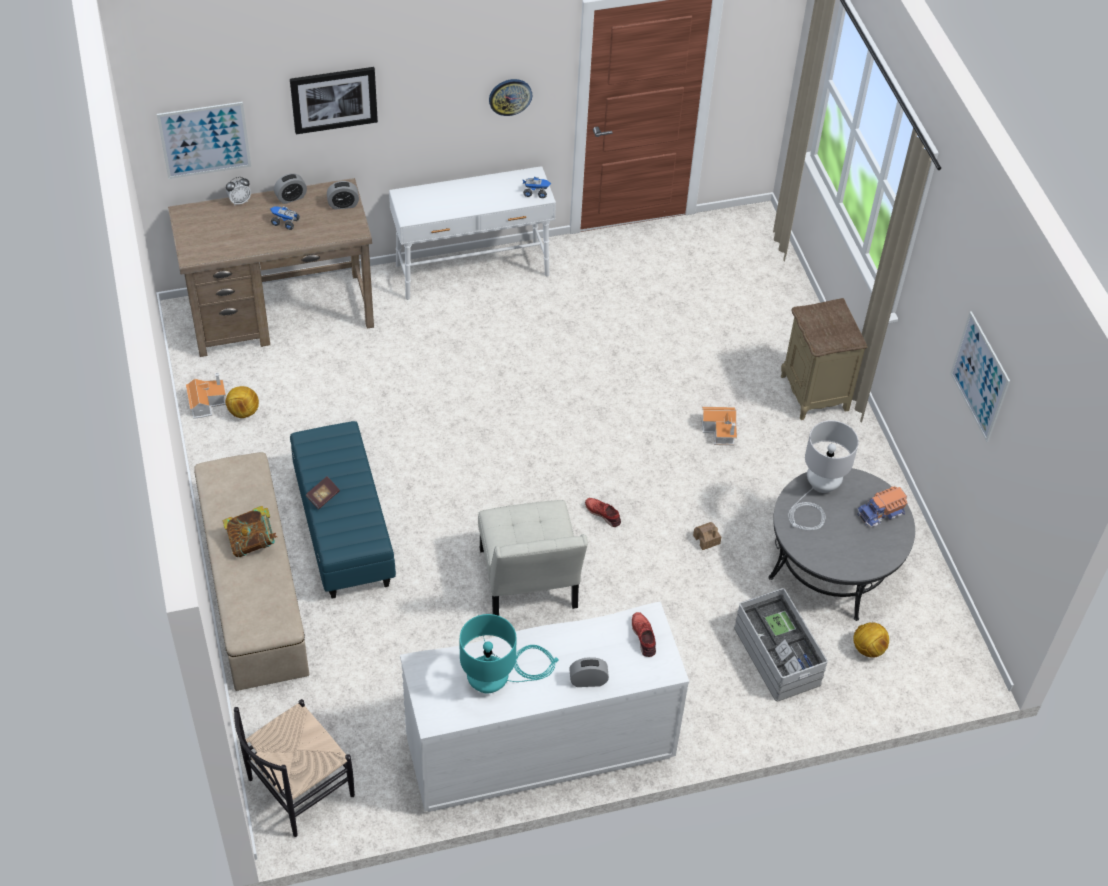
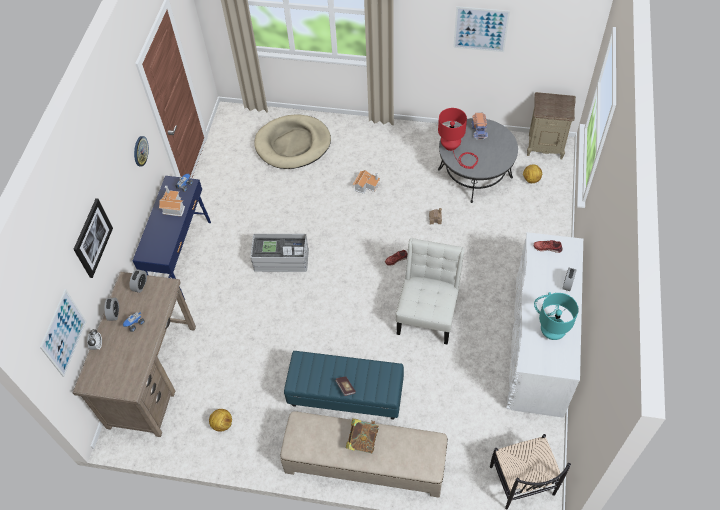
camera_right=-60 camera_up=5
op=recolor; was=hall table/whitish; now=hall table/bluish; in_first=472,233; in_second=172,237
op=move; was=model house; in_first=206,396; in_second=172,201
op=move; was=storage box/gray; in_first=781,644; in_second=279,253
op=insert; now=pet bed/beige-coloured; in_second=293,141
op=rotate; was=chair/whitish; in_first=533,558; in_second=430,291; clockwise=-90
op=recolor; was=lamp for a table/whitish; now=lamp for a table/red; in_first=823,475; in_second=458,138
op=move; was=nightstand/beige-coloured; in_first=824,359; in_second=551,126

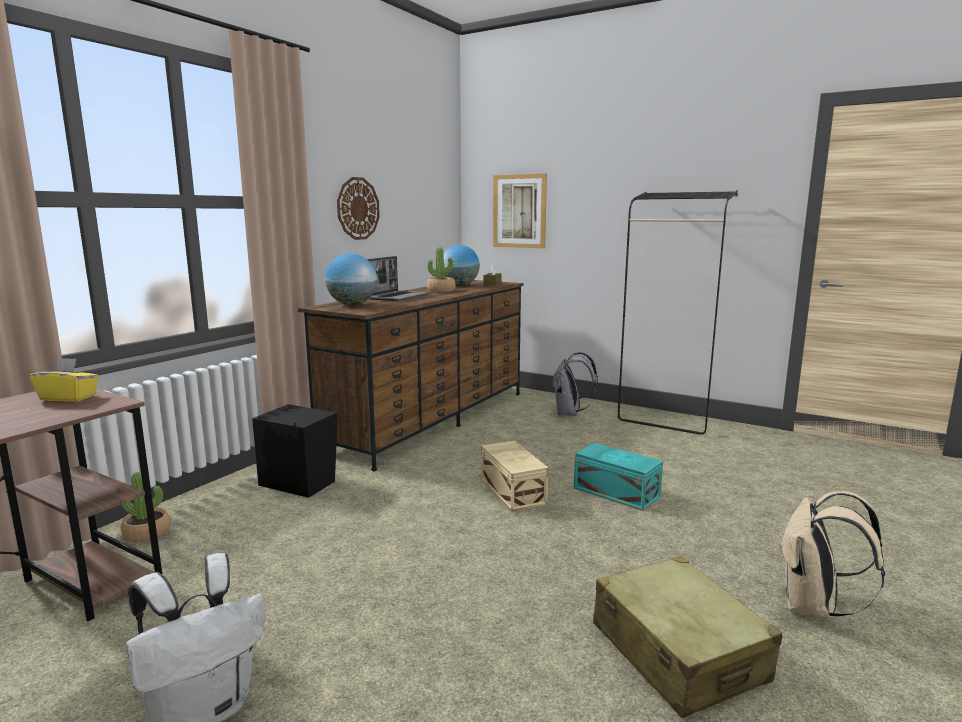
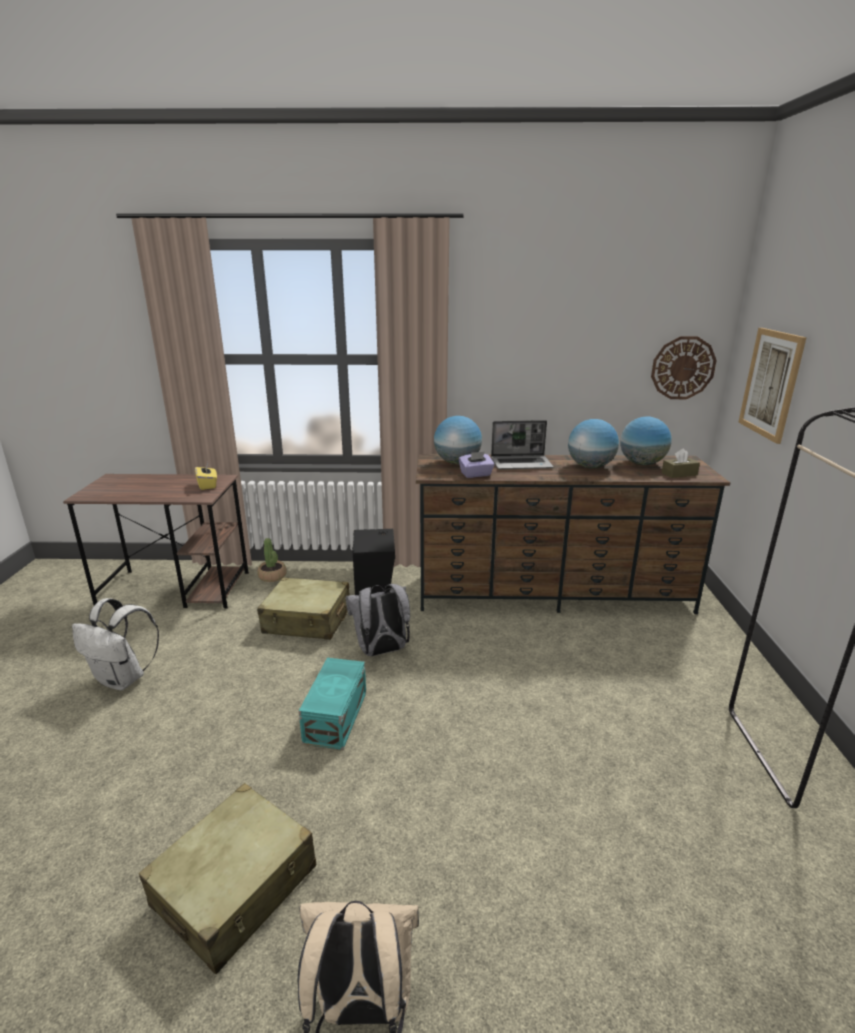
camera_right=60 camera_up=10
op=insert; now=suitcase/beige-coloured; in_second=303,608
op=move; was=storage box/turquoise-coloured; in_first=618,477; in_second=332,704
op=move; was=backpack/gray; in_first=575,384; in_second=377,620
op=insert; now=box of tissues/purple-coloured; in_second=476,465
op=replace; was=houseplant; now=desk globe; in_first=441,269; in_second=593,443
op=move; was=clock on the wall; in_first=358,208; in_second=684,367
op=delete; was=storage box/beige-coloured; in_first=514,476

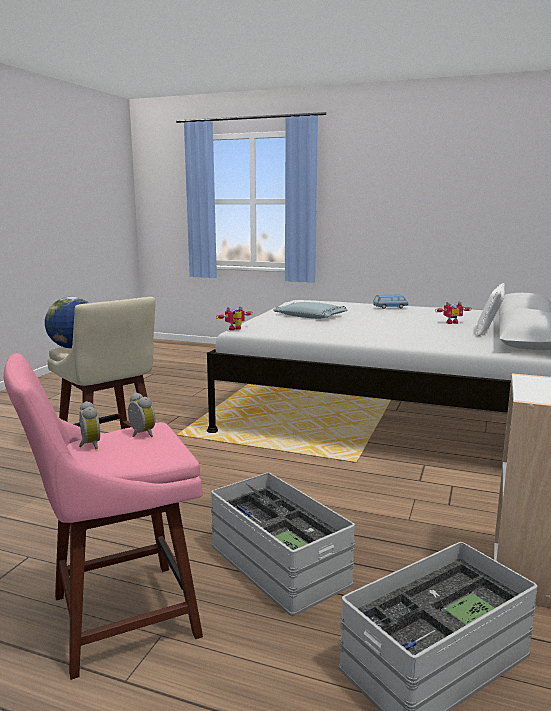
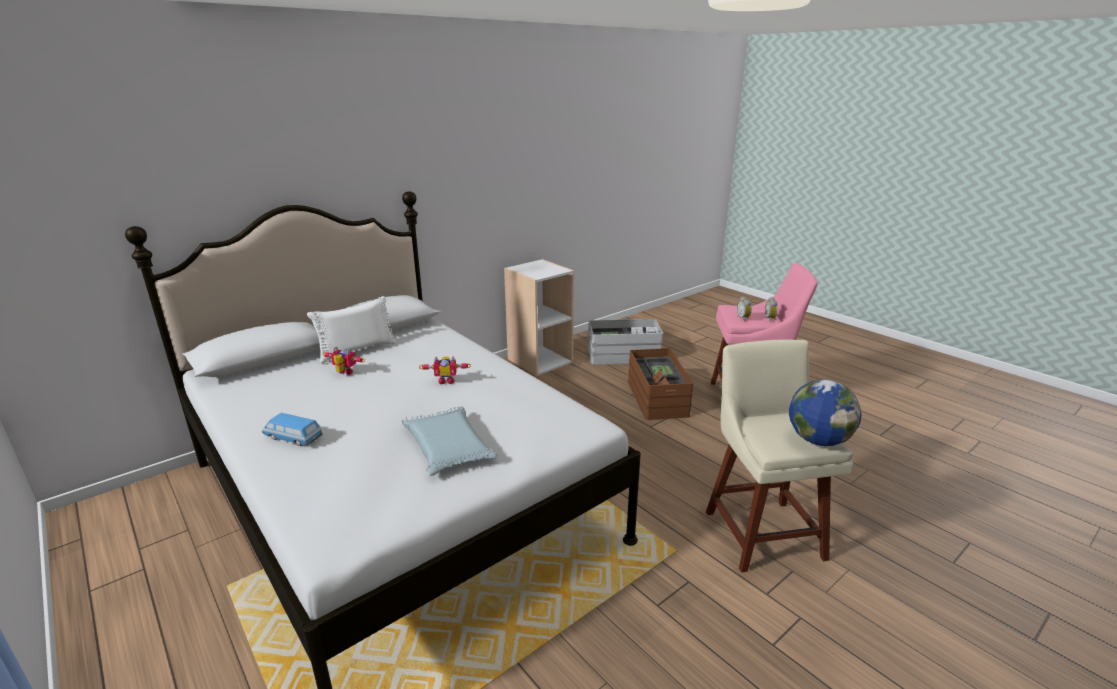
camera_right=-150 camera_up=10
op=move; was=robot figure; in_first=234,318; in_second=445,370
op=recolor; was=storage box/gray; now=storage box/brown; in_first=283,544; in_second=660,384

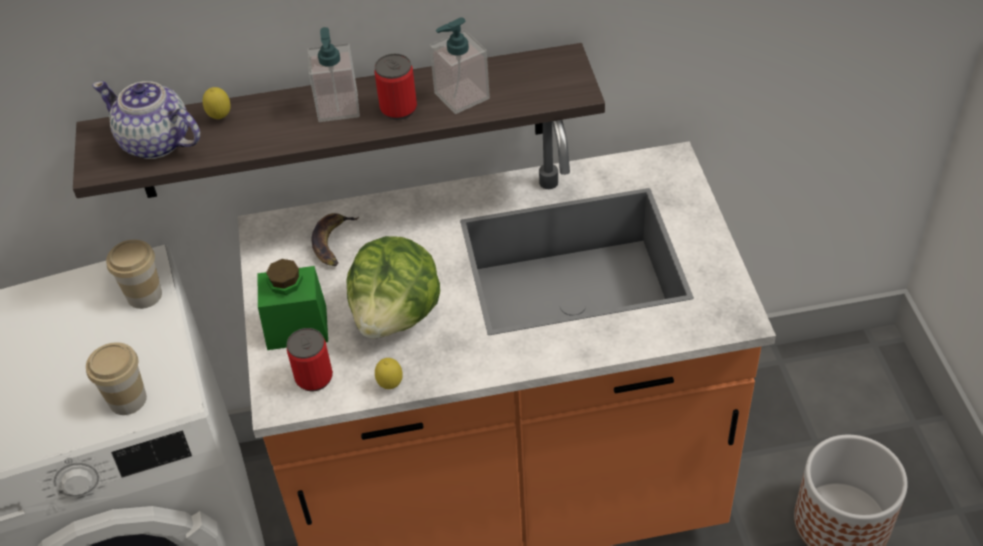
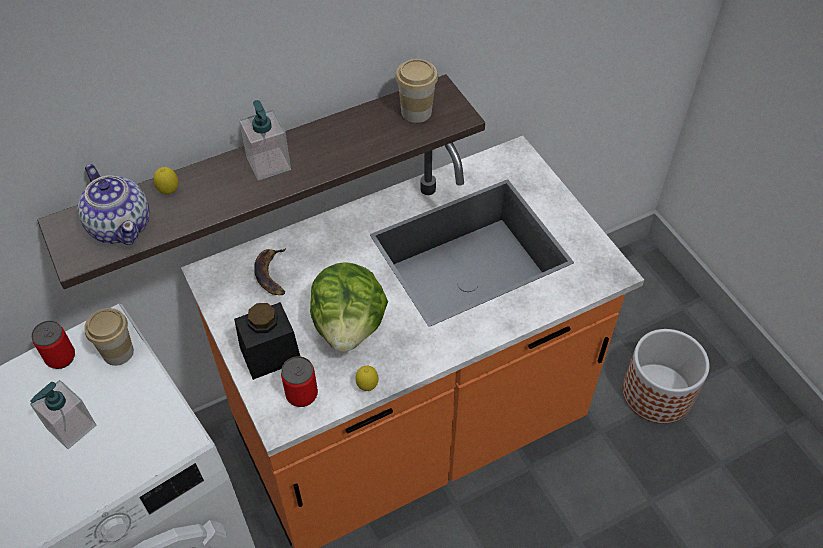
camera_right=-20 camera_up=5
op=move; was=soap bottle; in_first=459,65; in_second=63,414
op=move; was=can; in_first=395,87; in_second=53,345
op=rotate; was=teapot; in_first=146,120; in_second=113,204; clockwise=-135
op=recolor; was=preserve jar/green-coloured; now=preserve jar/black; in_first=292,304; in_second=267,341
op=move; was=small cup; in_first=116,378; in_second=417,91

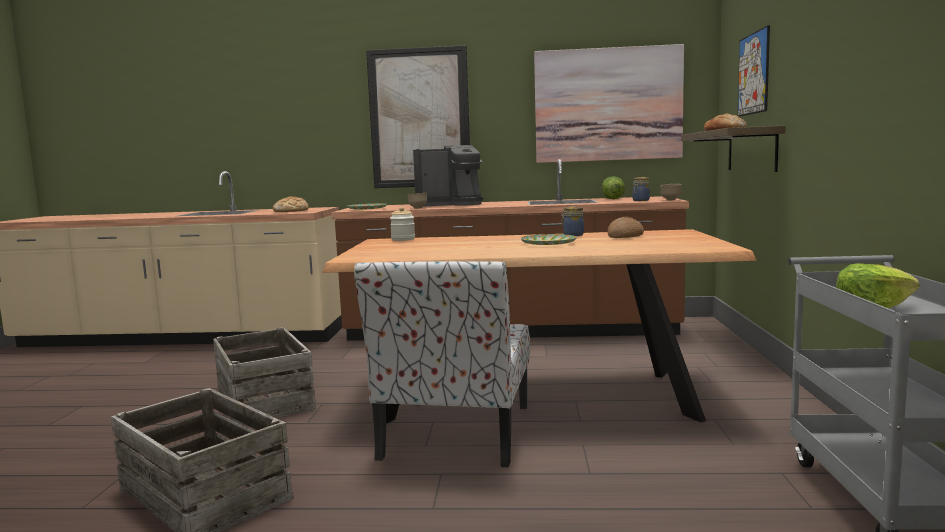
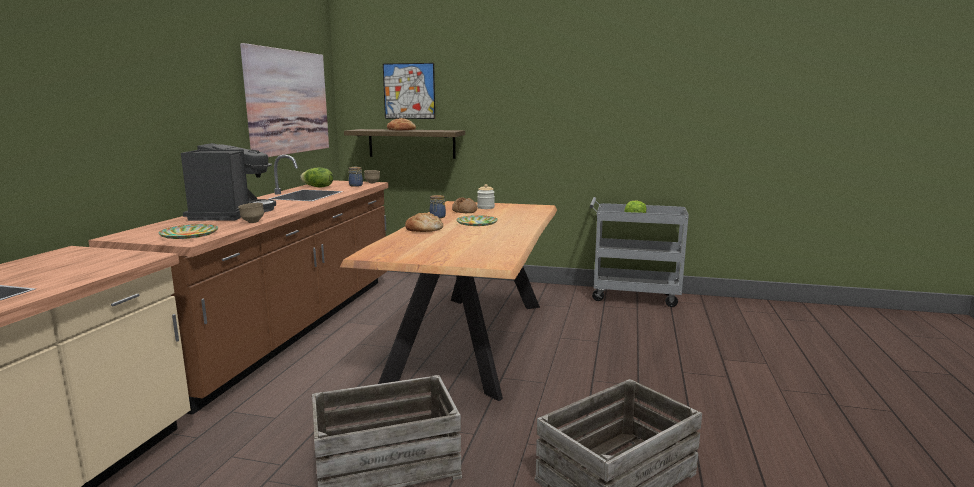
camera_right=-80 camera_up=5
op=move; was=baked bread; in_first=291,204; in_second=424,222
op=move; was=preserve jar; in_first=402,224; in_second=486,196
op=delete; was=chair; in_first=442,364
op=delete; was=wall art; in_first=418,116

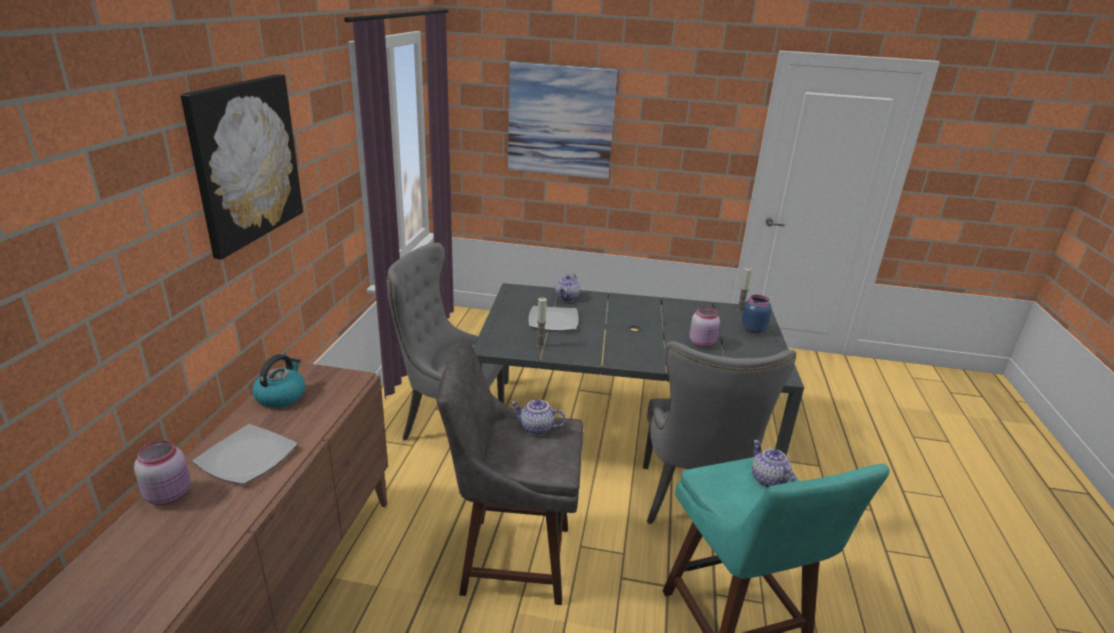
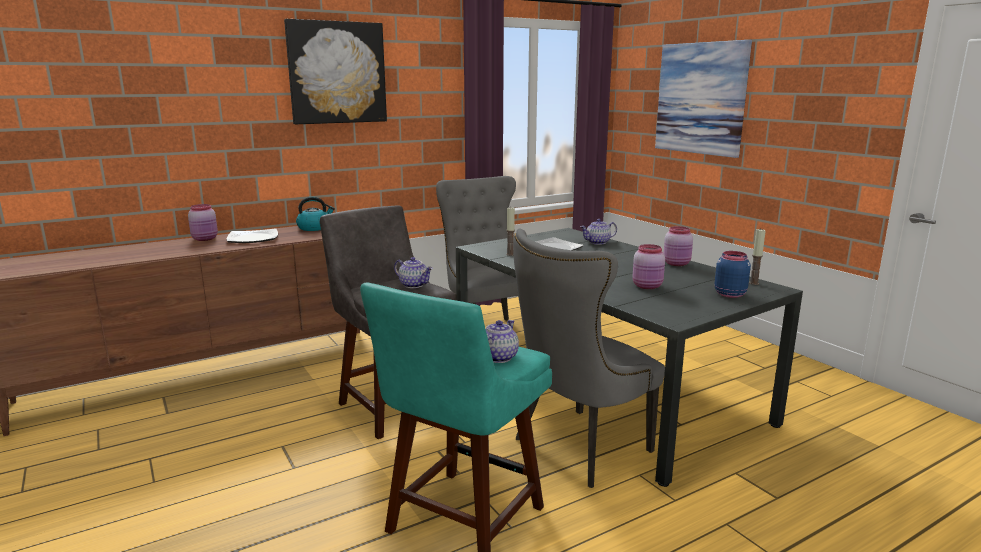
camera_right=50 camera_up=-10
op=rotate; was=teapot; in_first=538,417; in_second=413,272; clockwise=150
op=insert; now=preserve jar/pinkish; in_second=678,246

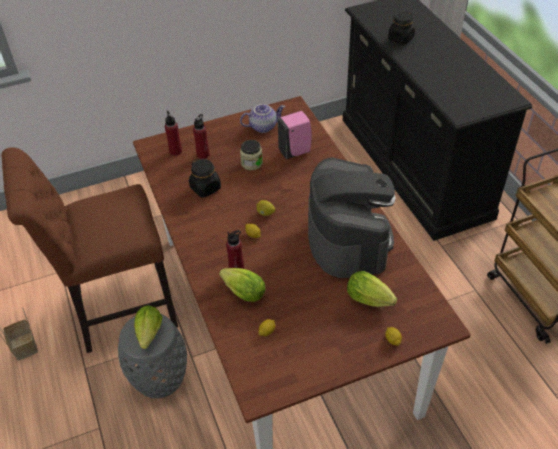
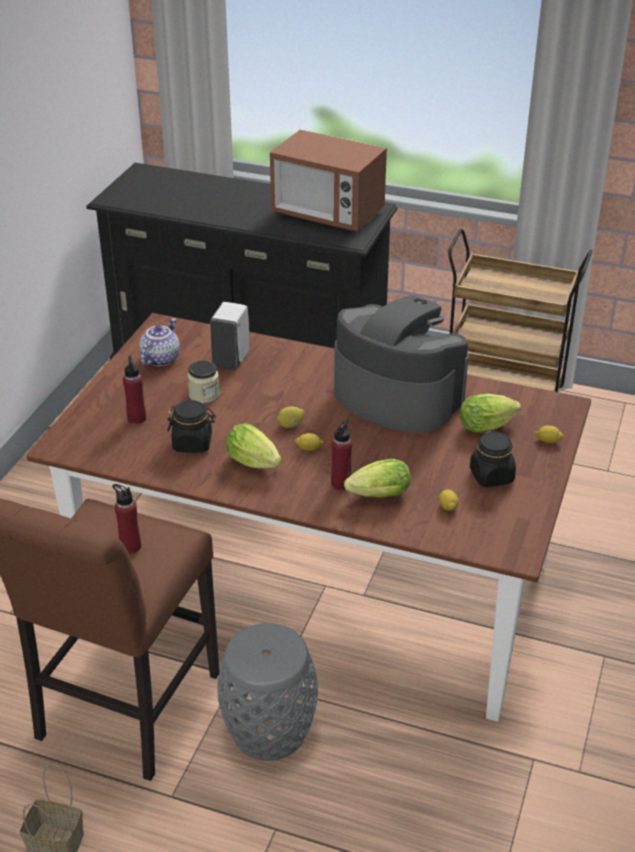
camera_right=-50 camera_up=-10
op=move; was=beverage bottle/red; in_first=173,133; in_second=126,519
op=recolor; was=soap bottle/pinkish; now=soap bottle/whitish; in_first=295,135; in_second=229,336
op=move; was=lettuce; in_first=148,327; in_second=254,445
op=insert; now=microwave; in_second=328,180
op=move; was=preserve jar/black; in_first=401,28; in_second=493,458

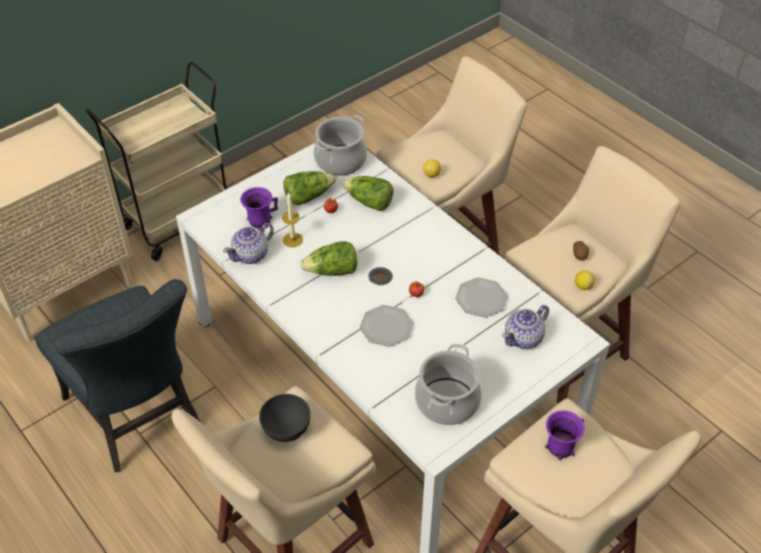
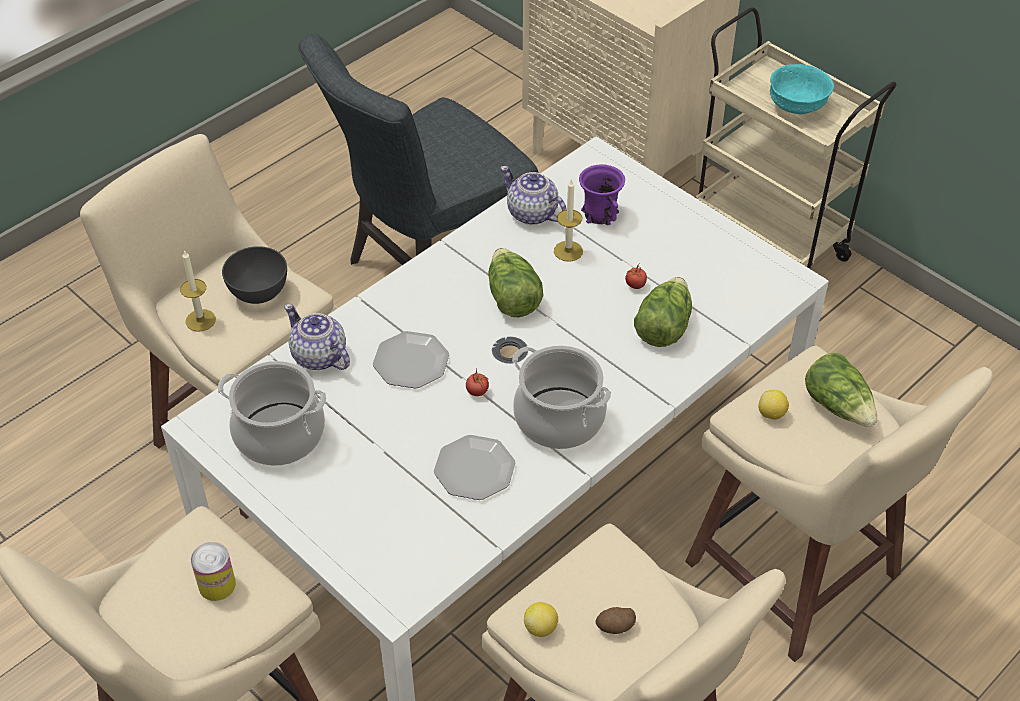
camera_right=85 camera_up=0
op=insert; now=wax candle; in_second=198,291
op=replace; was=coffee mug/purple-coloured; now=can; in_first=565,435; in_second=213,571
op=move; was=teapot; in_first=525,327; in_second=317,337
op=move; was=saucepot; in_first=340,145; in_second=561,397
op=insert; now=deep dish/turquoise-coloured; in_second=802,89
op=move; was=lettuce; in_first=309,188; in_second=841,390

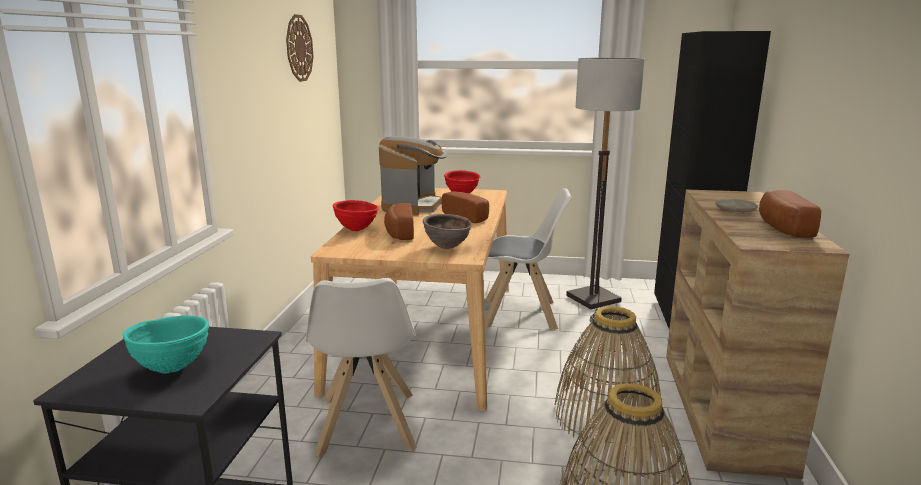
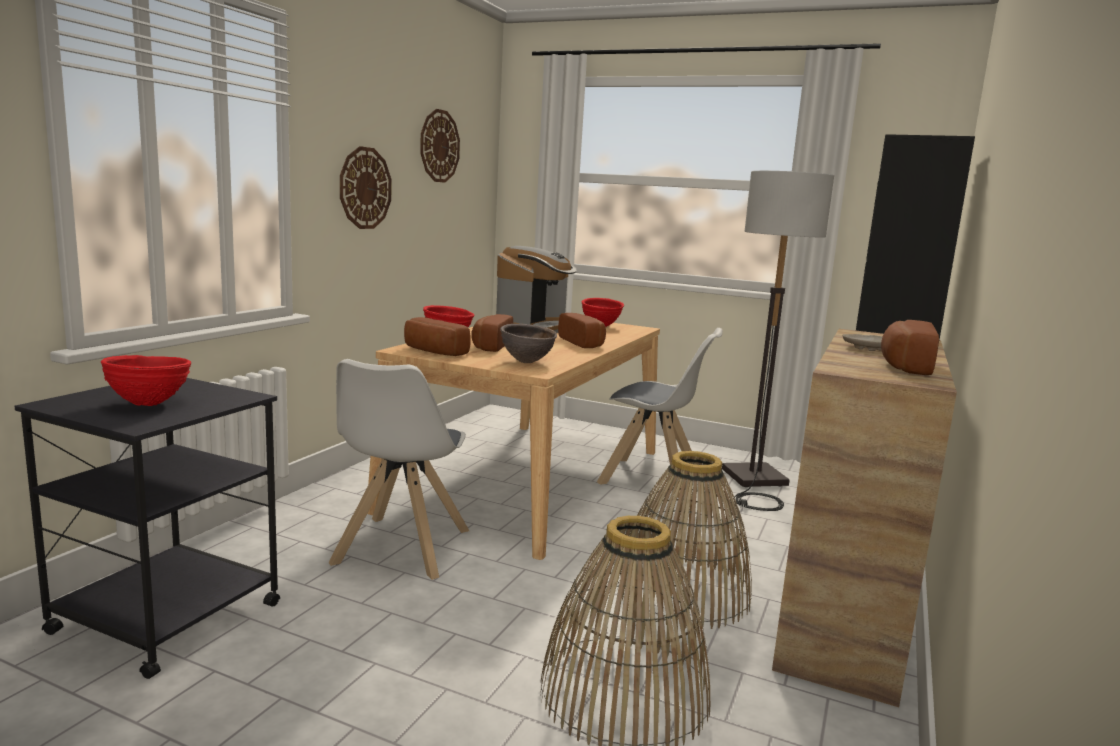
camera_right=15 camera_up=-5
op=recolor; was=deep dish/turquoise-coloured; now=deep dish/red; in_first=166,344; in_second=146,380
op=insert; now=clock on the wall; in_second=365,187
op=insert; now=baked bread; in_second=437,336

